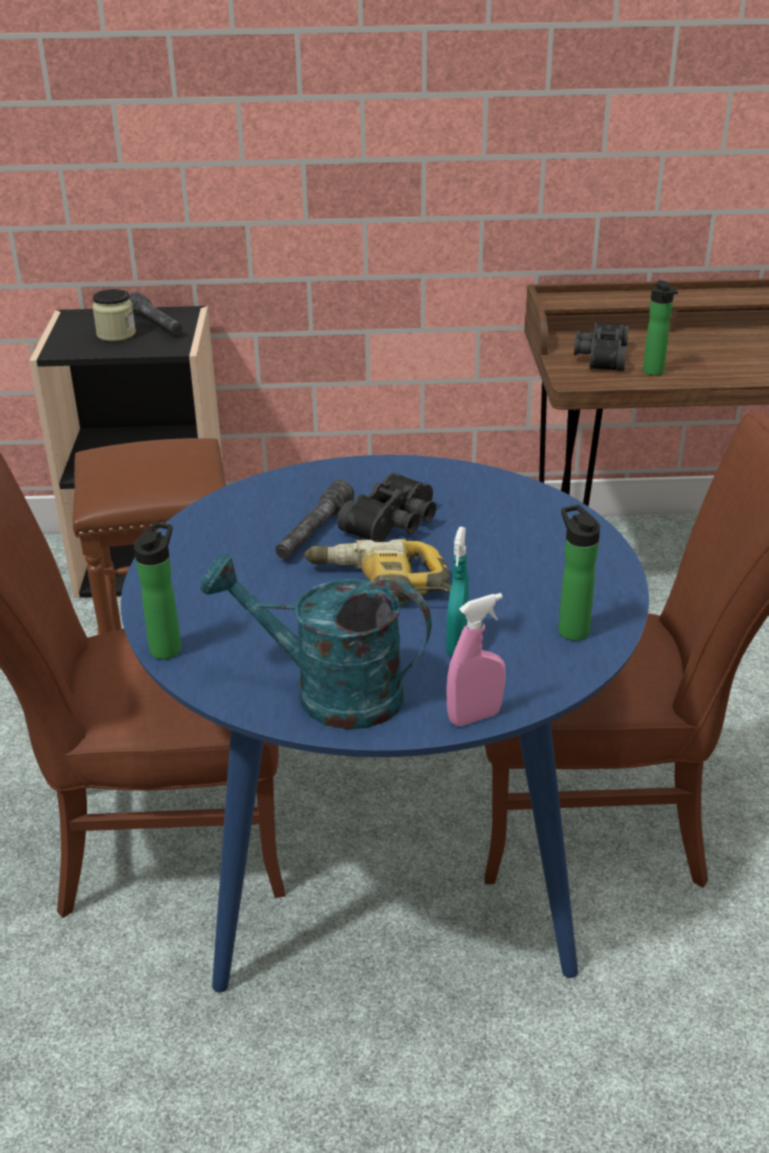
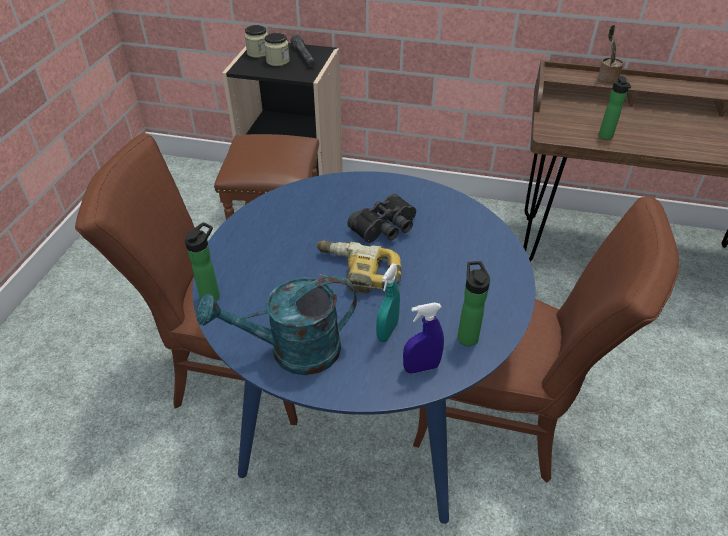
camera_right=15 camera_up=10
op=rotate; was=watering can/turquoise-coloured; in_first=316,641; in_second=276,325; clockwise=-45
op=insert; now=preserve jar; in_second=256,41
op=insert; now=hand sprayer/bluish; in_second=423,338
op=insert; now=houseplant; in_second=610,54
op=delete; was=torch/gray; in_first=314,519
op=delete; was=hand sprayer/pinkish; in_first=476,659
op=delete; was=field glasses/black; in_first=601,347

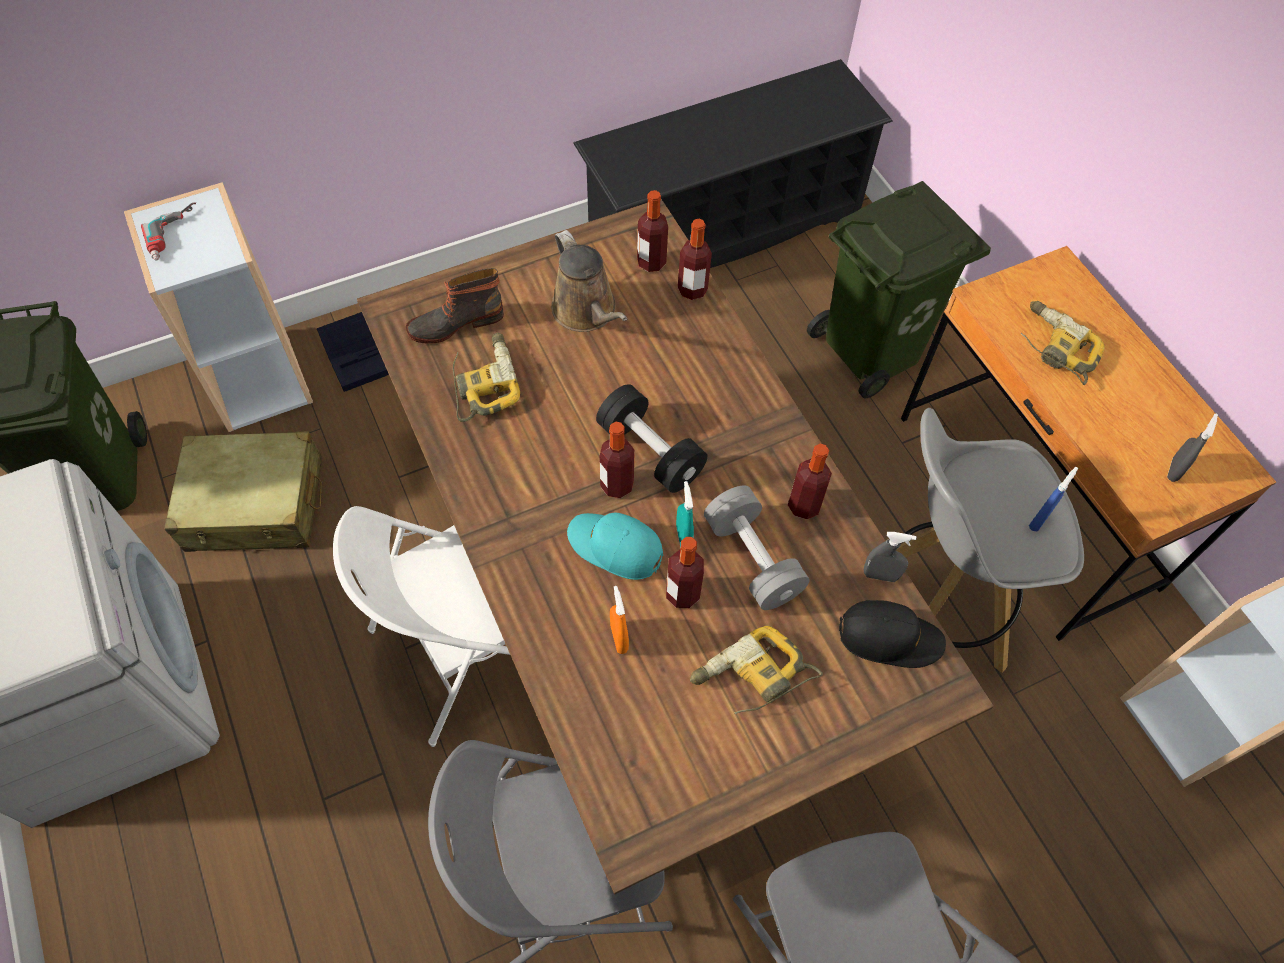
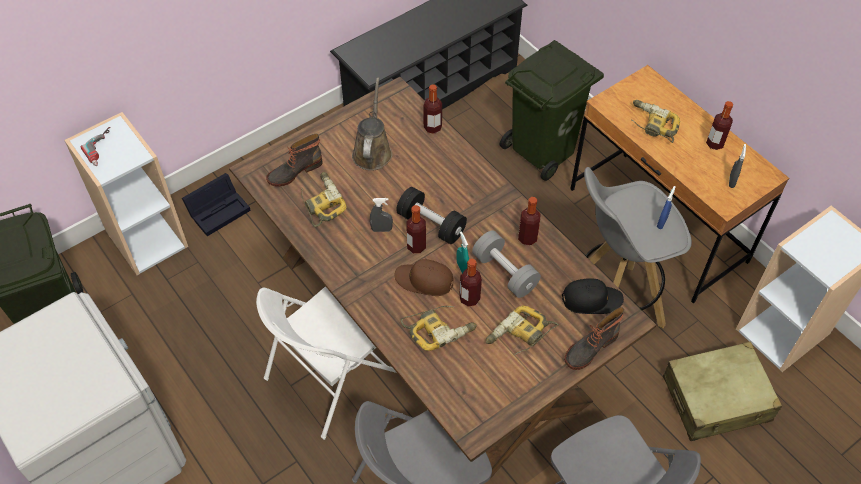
camera_right=-10 camera_up=-5
op=rotate; was=watering can/brown; in_first=589,281; in_second=372,124; clockwise=-135
op=move; was=hand sprayer/gray; in_first=890,557; in_second=381,215
op=recolor; was=baseball cap/turquoise-coloured; now=baseball cap/brown; in_first=615,546; in_second=423,277
op=replace; was=hand sprayer/orangey; now=power drill; in_first=619,620; in_second=439,328
op=insert; now=tall boot; in_second=594,338
op=move; was=suitcase/beige-coloured; in_first=243,491; in_second=722,391
op=move; was=beverage bottle; in_first=652,231; in_second=719,125

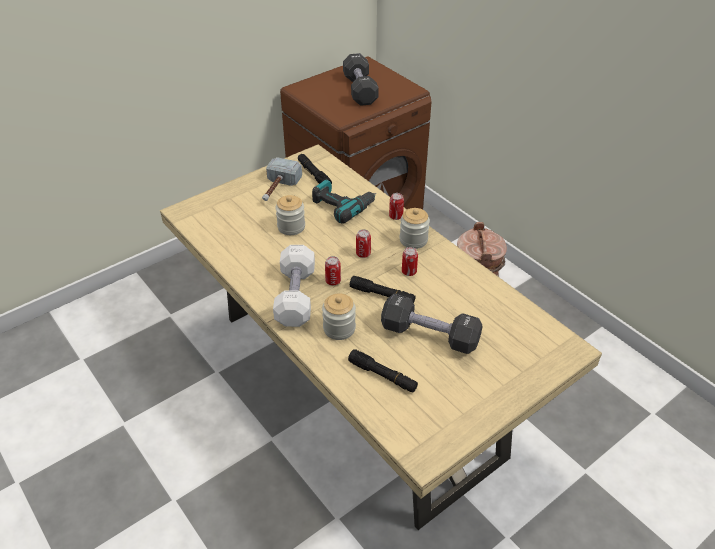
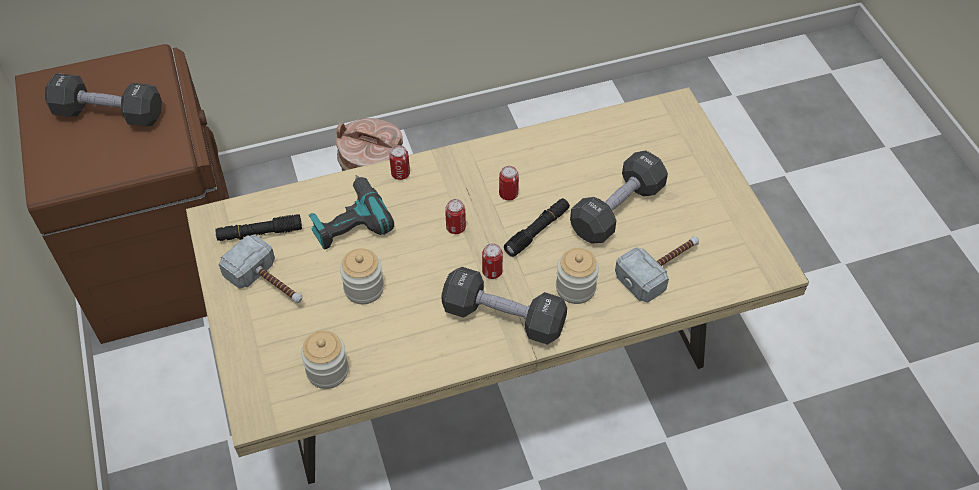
camera_right=-70 camera_up=10
op=move; was=preserve jar; in_first=415,228; in_second=325,360
op=recolor; was=free weight/whitish; now=free weight/black; in_first=294,286; in_second=504,306
op=replace; was=torch/black; now=hammer; in_first=383,371; in_second=657,269

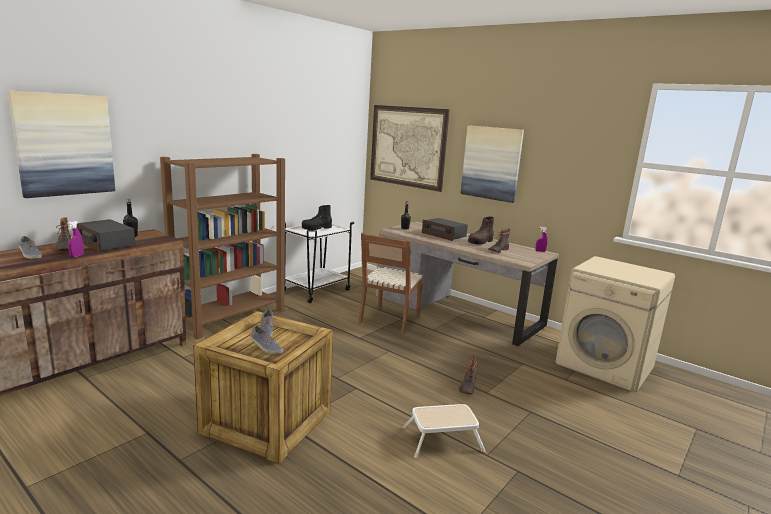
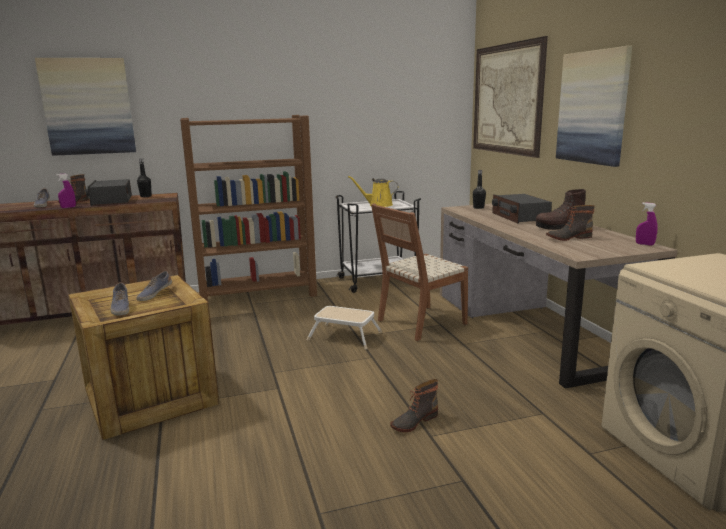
camera_right=35 camera_up=0
op=move; was=step ladder/beige-coloured; in_first=444,431; in_second=344,328
op=replace; was=tall boot/black; now=watering can/yellow; in_first=317,217; in_second=373,191

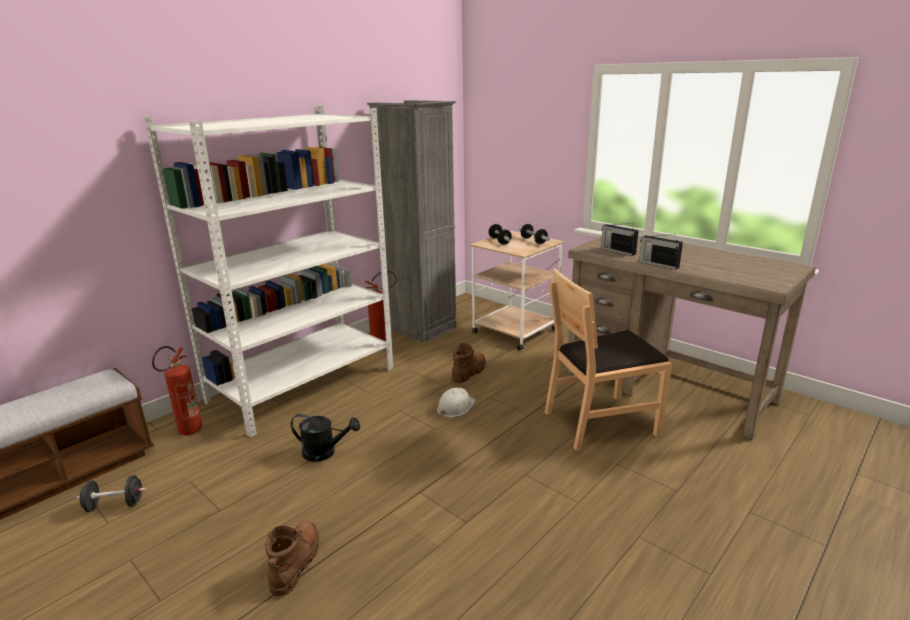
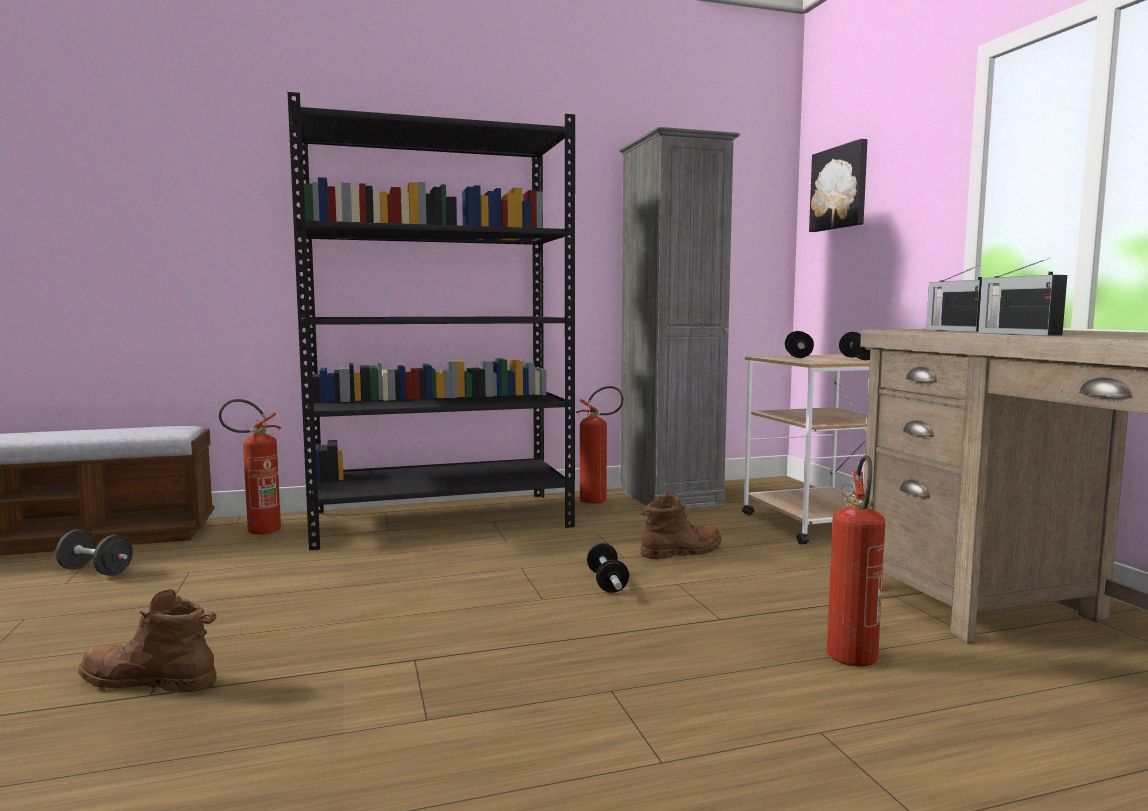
camera_right=30 camera_up=-15
op=rotate; was=tall boot/brown; in_first=292,558; in_second=147,641; clockwise=-120
op=recolor; was=bookshelf/whitish; now=bookshelf/black; in_first=268,271; in_second=431,321
op=replace; was=safety helmet/whitish; now=free weight; in_first=456,402; in_second=608,568
op=insert; now=wall art; in_second=838,185
op=replace; was=chair/brown; now=extinguisher; in_first=608,359; in_second=856,561
op=delete; was=watering can/black; in_first=325,438

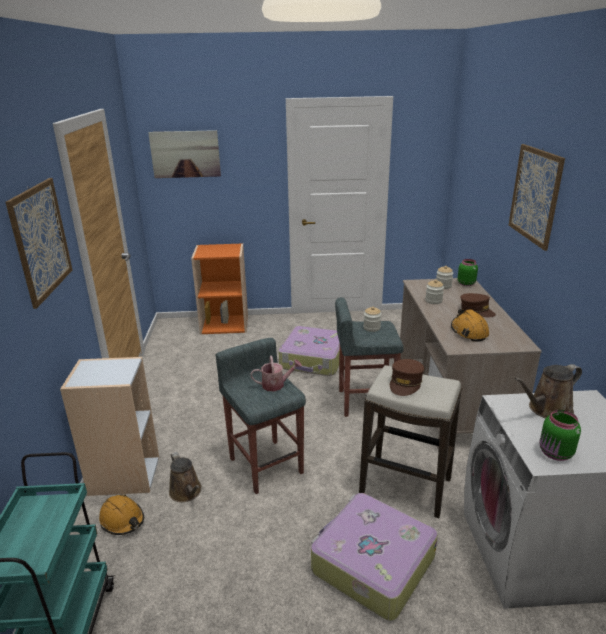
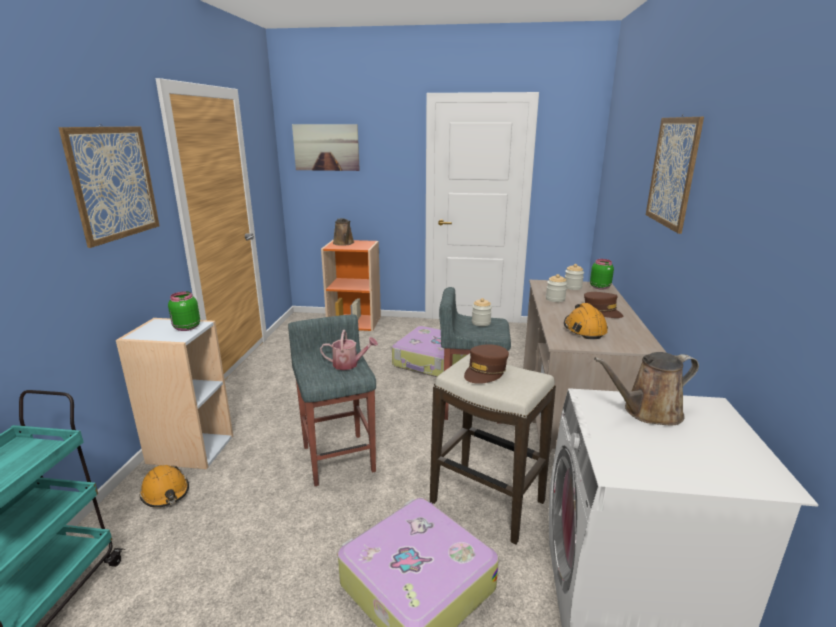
camera_right=10 camera_up=-5
op=move; was=preserve jar/green-coloured; in_first=560,435; in_second=184,311
op=move; was=watering can/brown; in_first=185,477; in_second=343,232

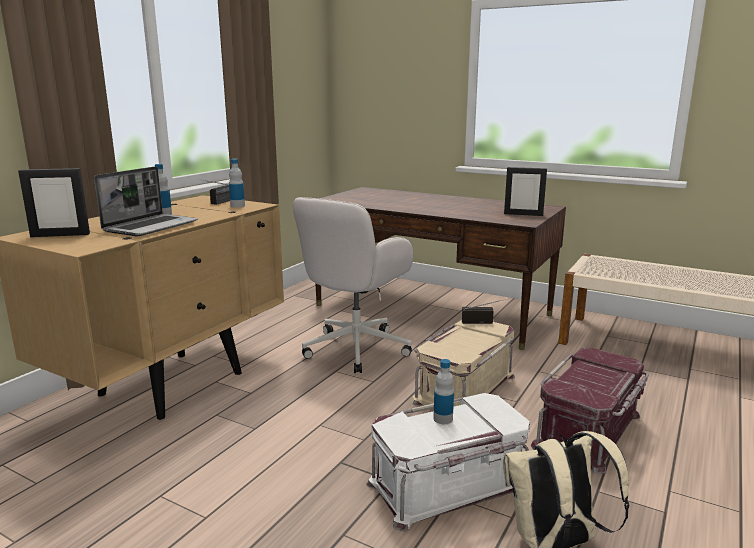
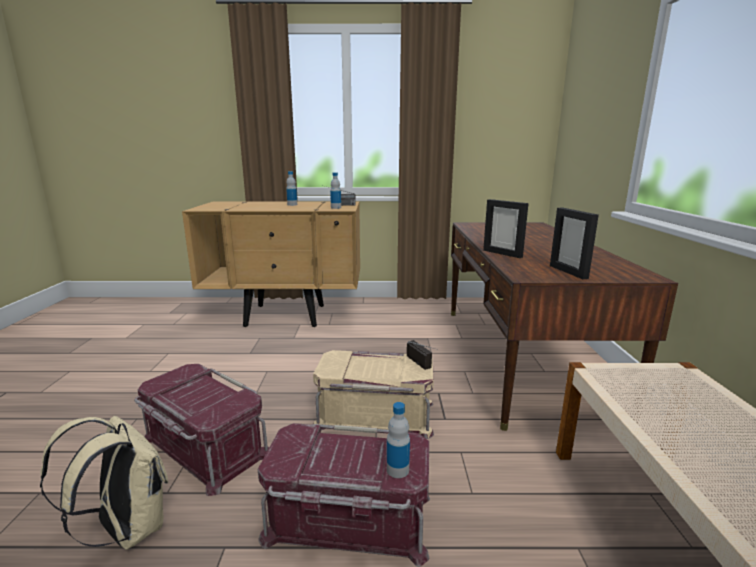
camera_right=60 camera_up=0
op=recolor; was=storage box/whitish; now=storage box/red; in_first=448,462; in_second=201,430
op=move; was=beverage bottle; in_first=443,391; in_second=398,440
op=move; was=photo frame; in_first=54,202; in_second=506,228
op=delete; was=portable computer; in_first=146,201
op=delete; was=computer chair/whitish; in_first=353,285

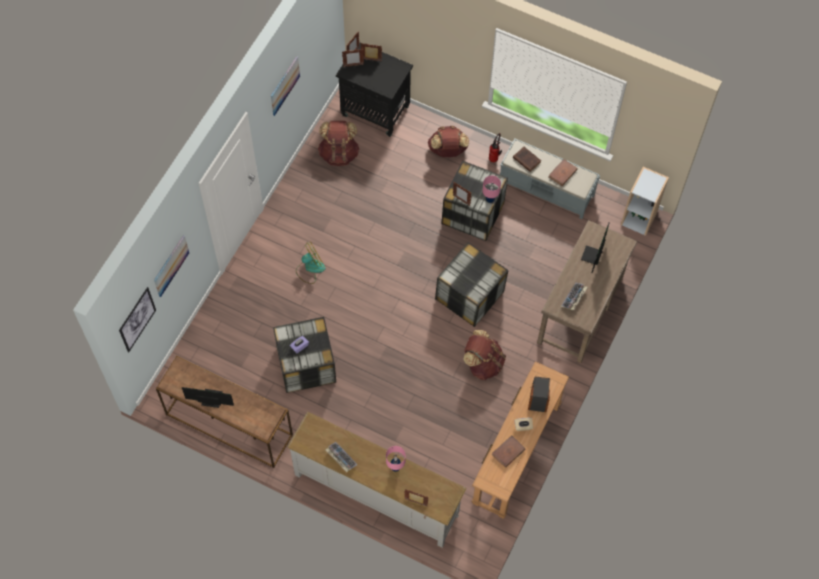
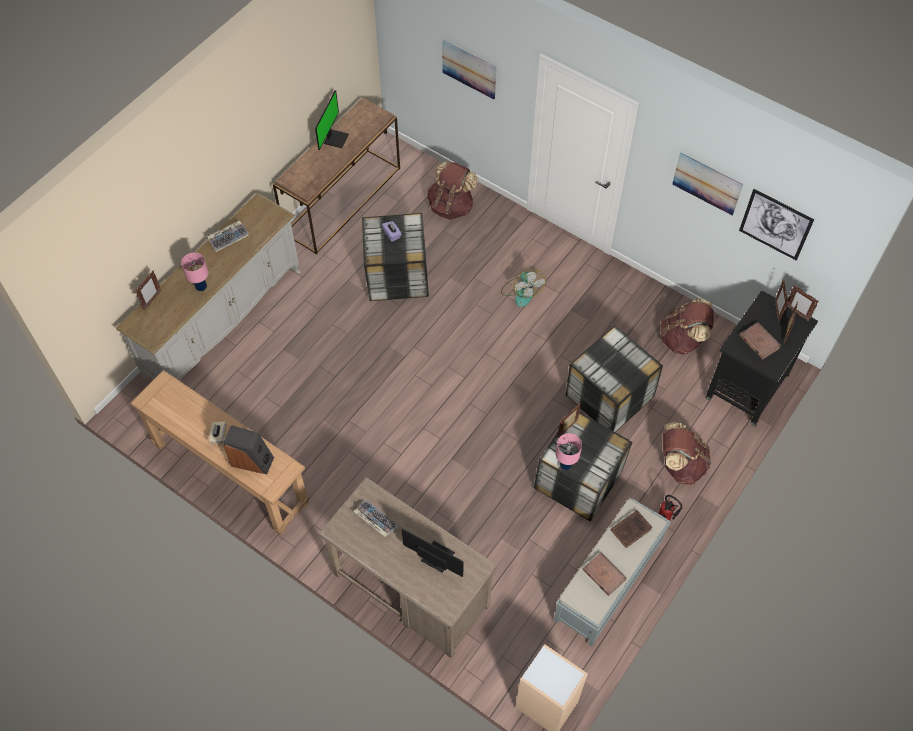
camera_right=100 camera_up=-5
op=move; was=backpack/brown; in_first=484,355; in_second=452,190
op=move; was=storage box; in_first=472,284; in_second=614,378
op=move; was=wall art; in_first=137,319; in_second=776,225
op=move; was=bound book/brown; in_first=508,451; in_second=760,341

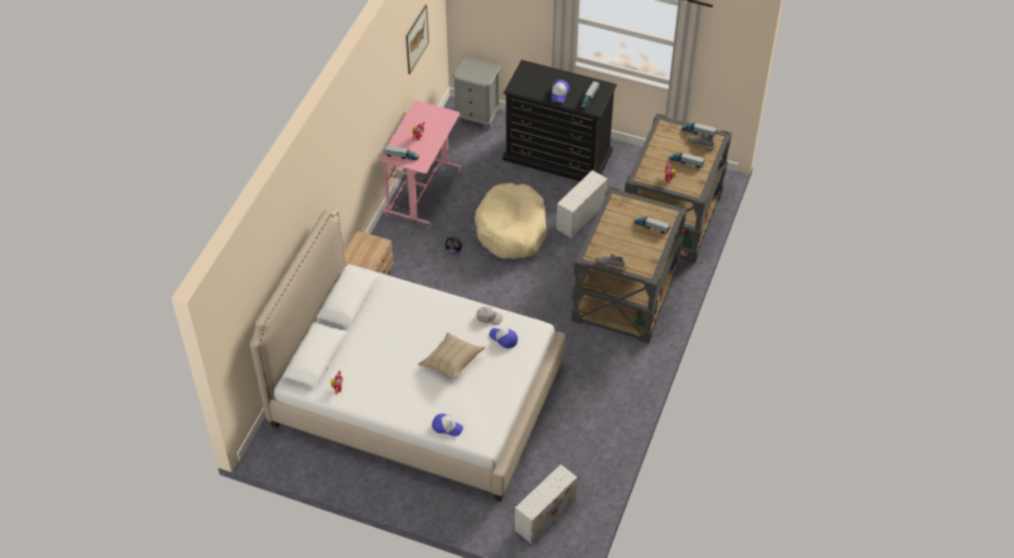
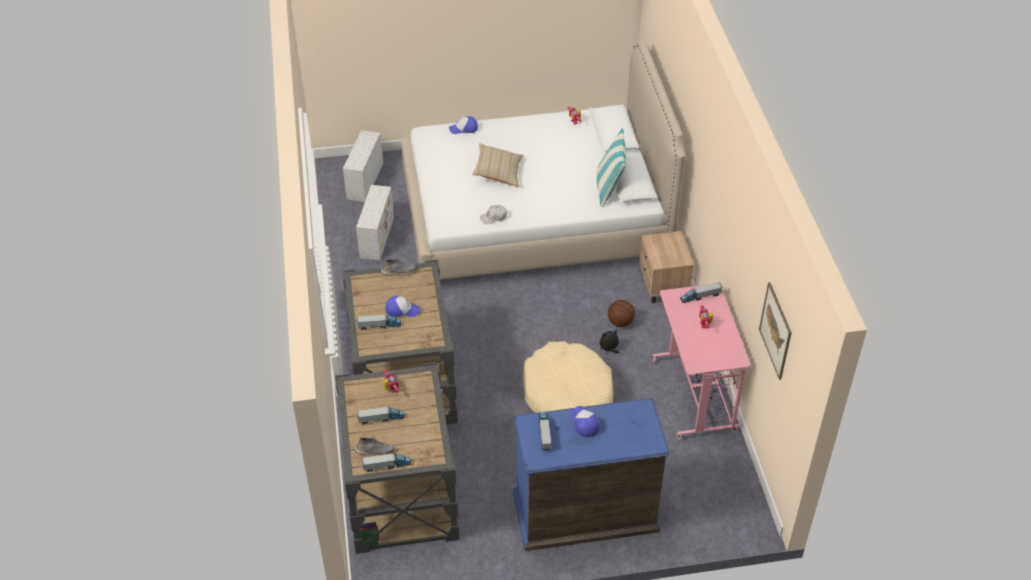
camera_right=150 camera_up=-5
op=move; was=storage box/whitish; in_first=582,204; in_second=375,222
op=move; was=baseball cap; in_first=503,338; in_second=402,306
op=recolor; was=drawer chest/black; now=drawer chest/bluish; in_first=560,120; in_second=591,474
op=insert; now=cushion; in_second=611,168
op=insert; now=ball for basketball; in_second=621,313
op=delete; was=nightstand/gray; in_first=476,93

